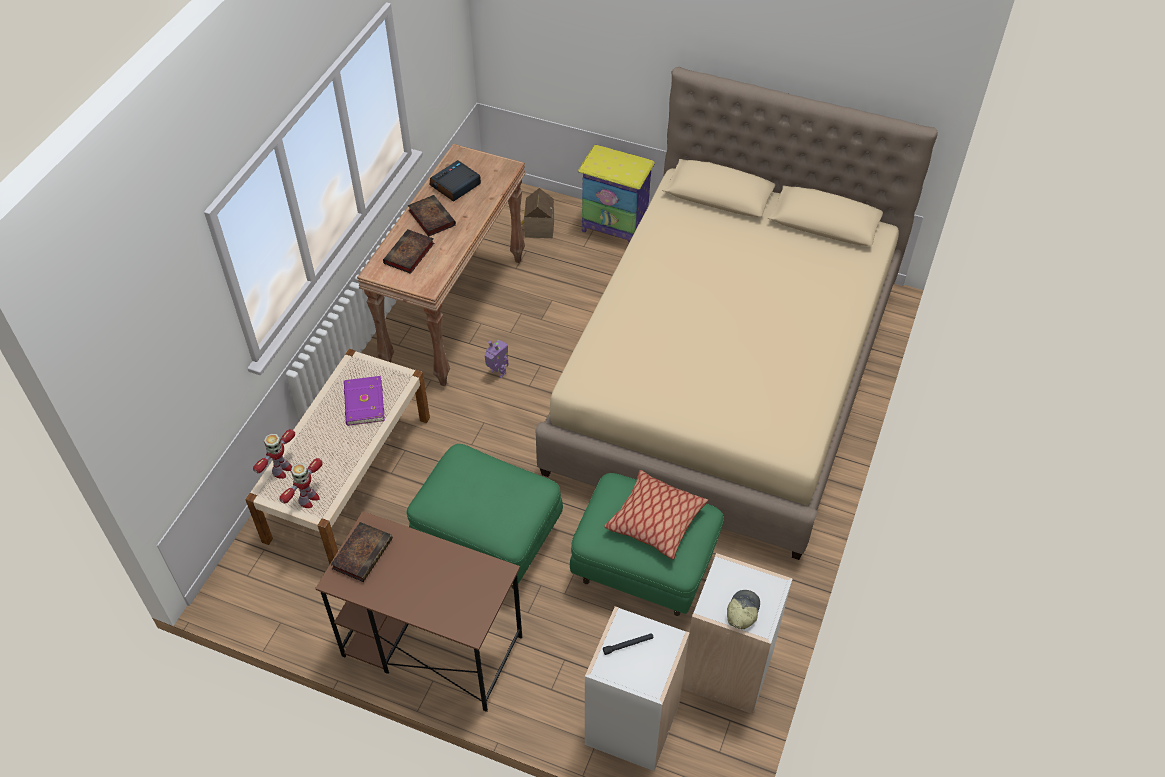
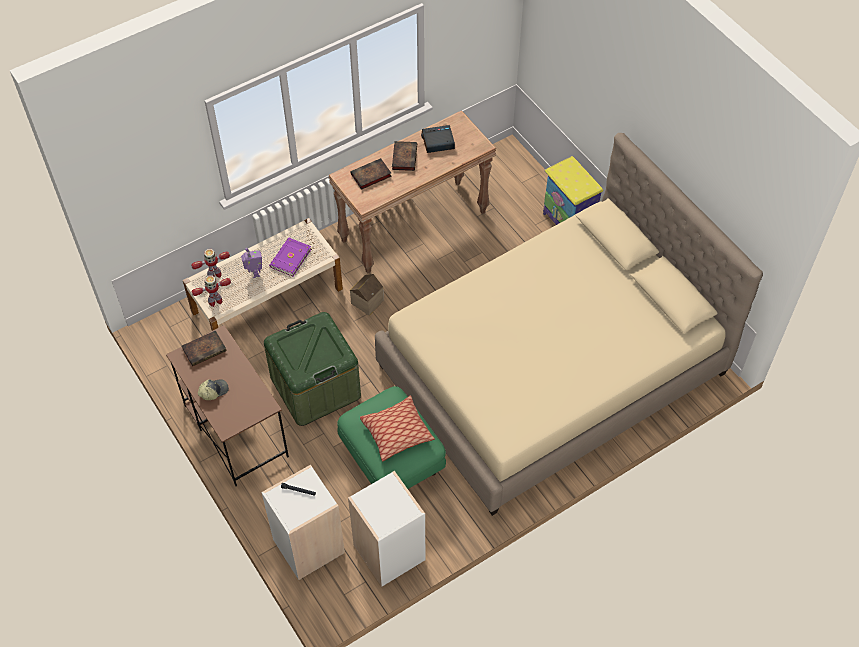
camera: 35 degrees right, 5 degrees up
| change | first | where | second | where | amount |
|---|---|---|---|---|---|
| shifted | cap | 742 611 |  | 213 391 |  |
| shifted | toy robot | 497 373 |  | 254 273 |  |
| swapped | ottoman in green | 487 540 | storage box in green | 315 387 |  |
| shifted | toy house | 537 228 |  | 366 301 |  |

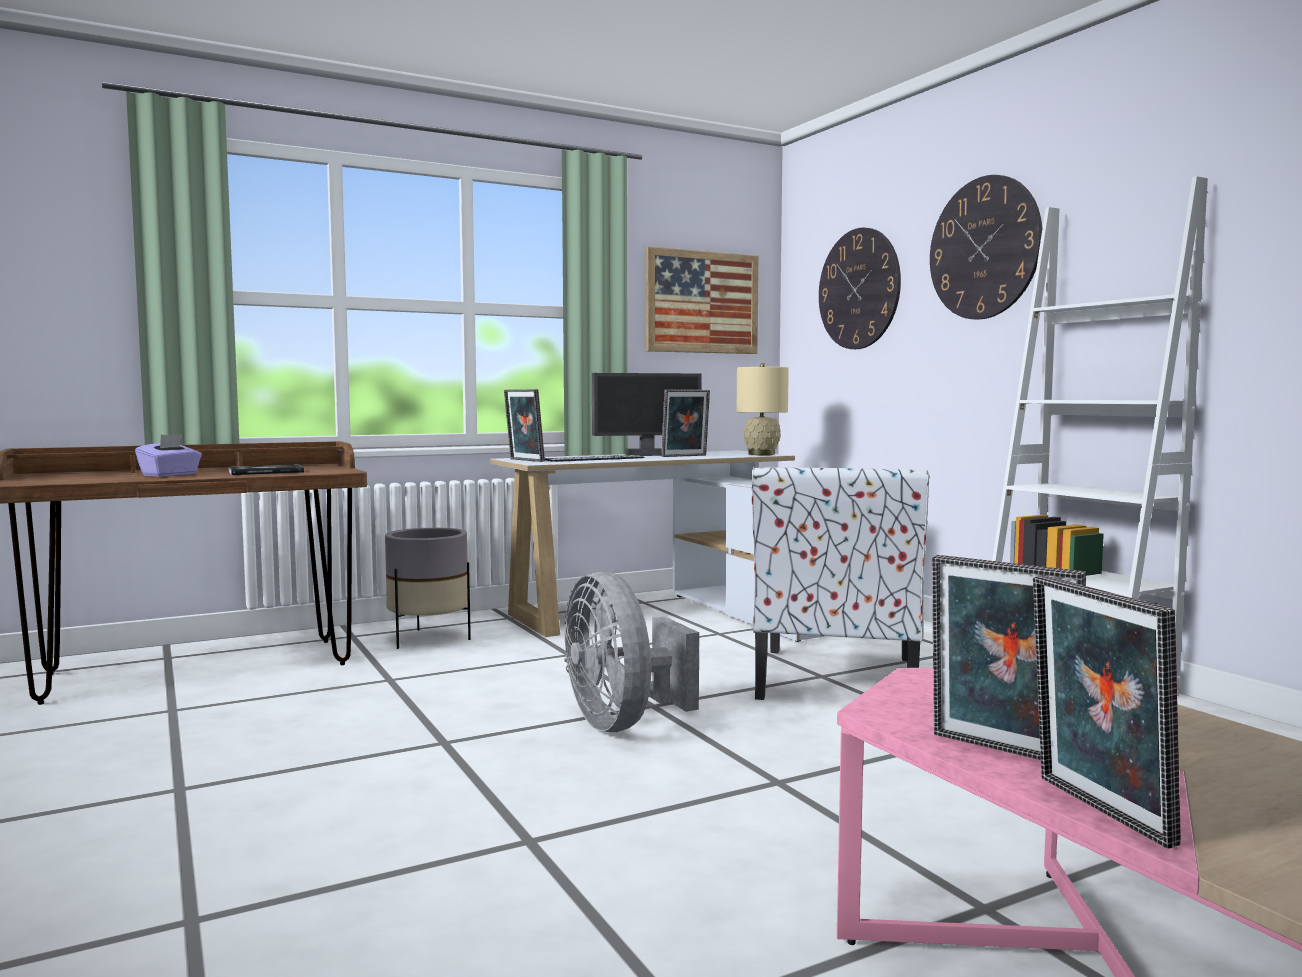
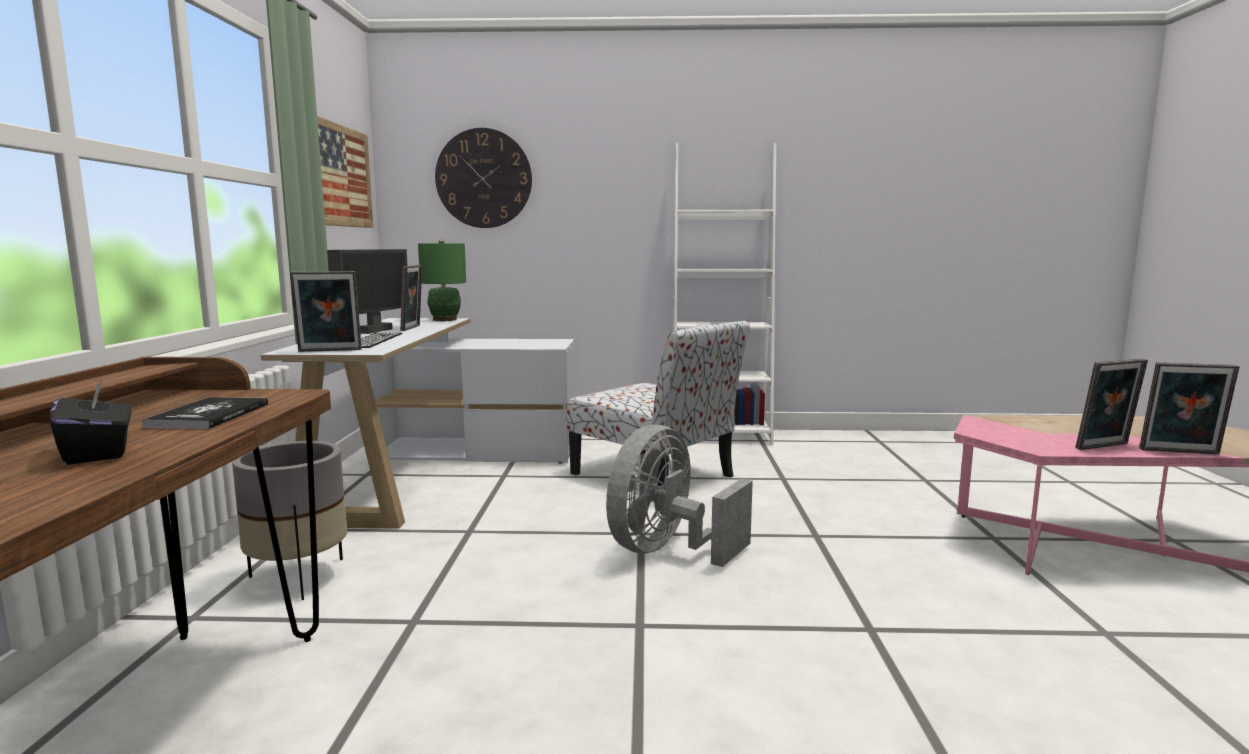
camera: 60 degrees left, 5 degrees up
| change | first | where | second | where | amount |
|---|---|---|---|---|---|
| repainted | tissue box in purple | 170 475 | tissue box in black | 98 452 |  |
| repainted | table lamp in beige | 761 454 | table lamp in green | 445 319 |  |
| rotated | fan in grey | 622 723 |  | 667 551 | 120 degrees clockwise |
| gone | wall clock | 984 248 |  |  |  |

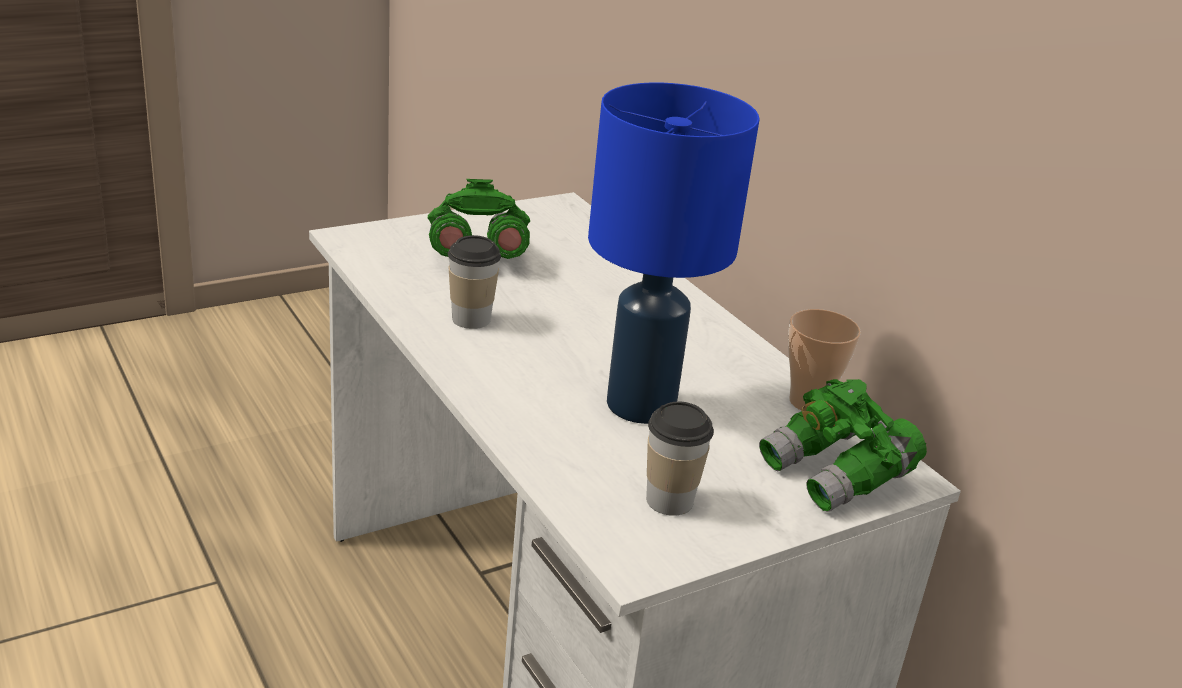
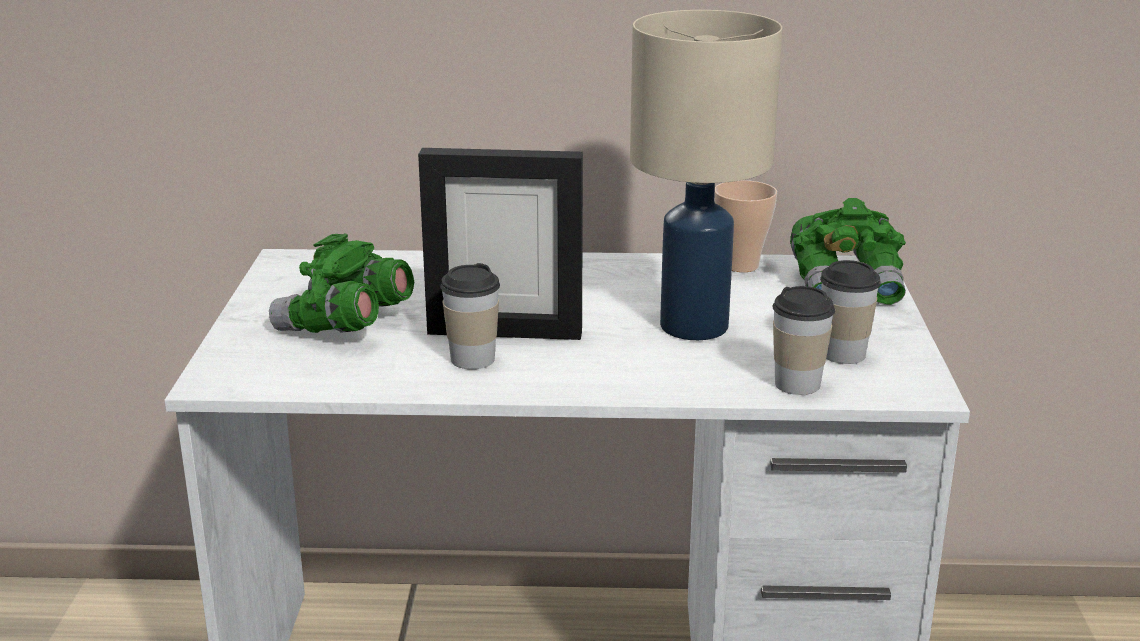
camera: 55 degrees left, 5 degrees down
| change | first | where | second | where | amount |
|---|---|---|---|---|---|
| new |  |  | picture frame | 505 331 |  |
| repainted | table lamp in blue | 642 406 | table lamp in beige | 696 326 |  |
| new |  |  | cup | 797 384 |  |

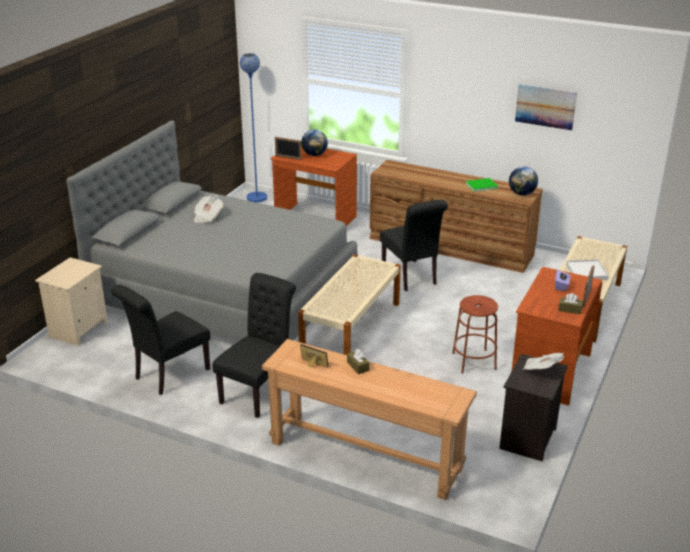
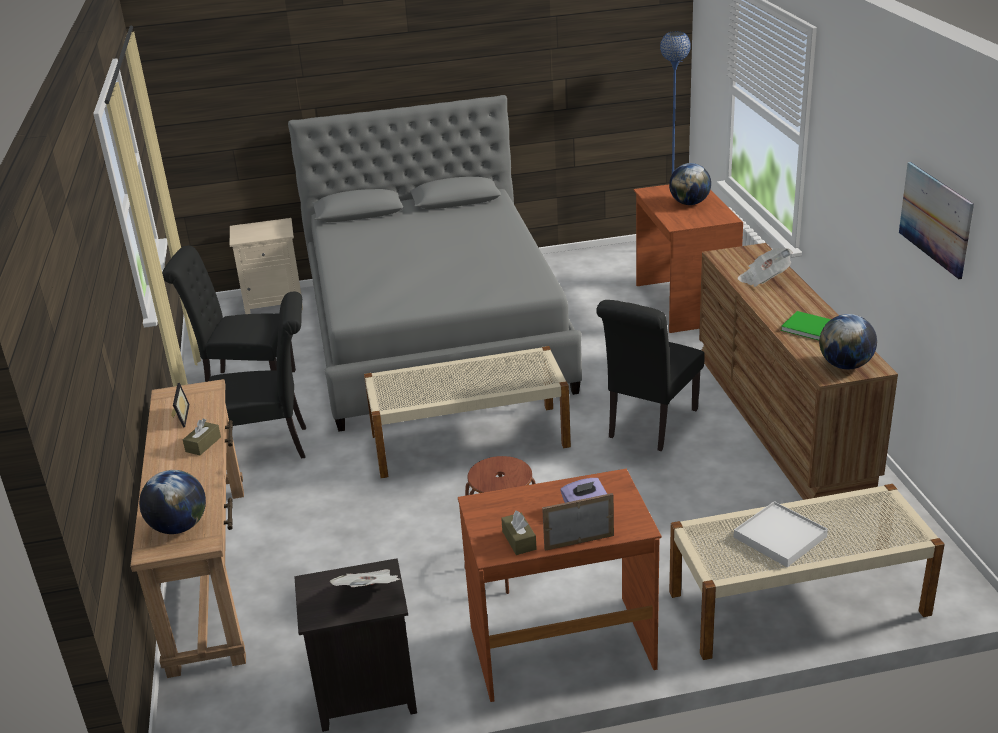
camera: 55 degrees right, 0 degrees up
| change | first | where | second | where | amount |
|---|---|---|---|---|---|
| new |  |  | globe | 179 527 |  |
| shifted | newspaper | 207 217 |  | 764 279 |  |
| gone | picture frame | 288 157 |  |  |  |

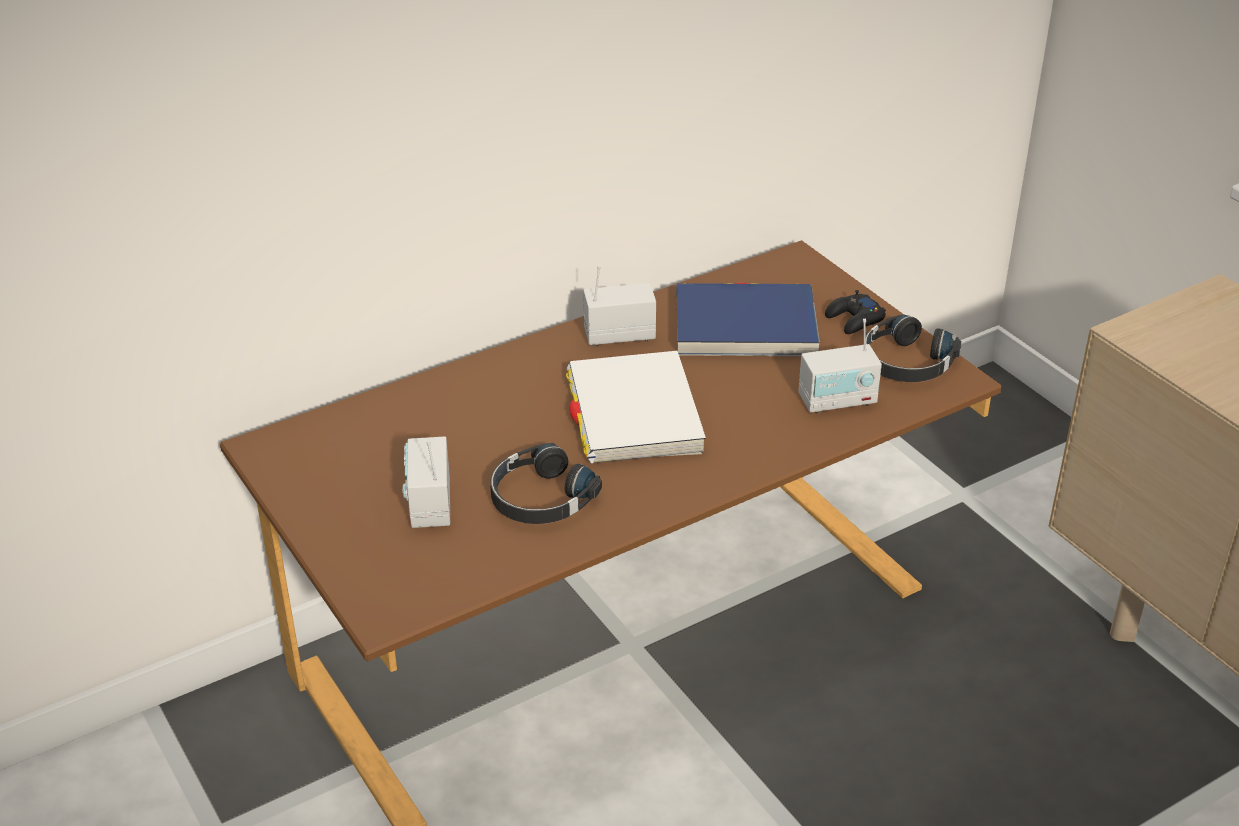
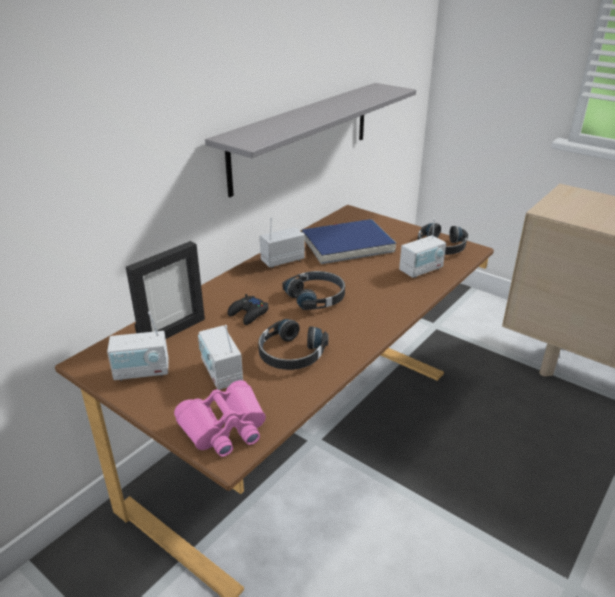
camera: 20 degrees left, 5 degrees down
| change | first | where | second | where | amount |
|---|---|---|---|---|---|
| new |  |  | radio | 142 371 |  |
| new |  |  | picture frame | 172 331 |  |
| new |  |  | binoculars in pink | 224 428 |  |
| new |  |  | shelf in grey | 302 136 |  |
| shifted | game controller in black | 854 320 |  | 248 314 |  |
| swapped | book in white | 634 414 | headphones in black | 316 297 |  |

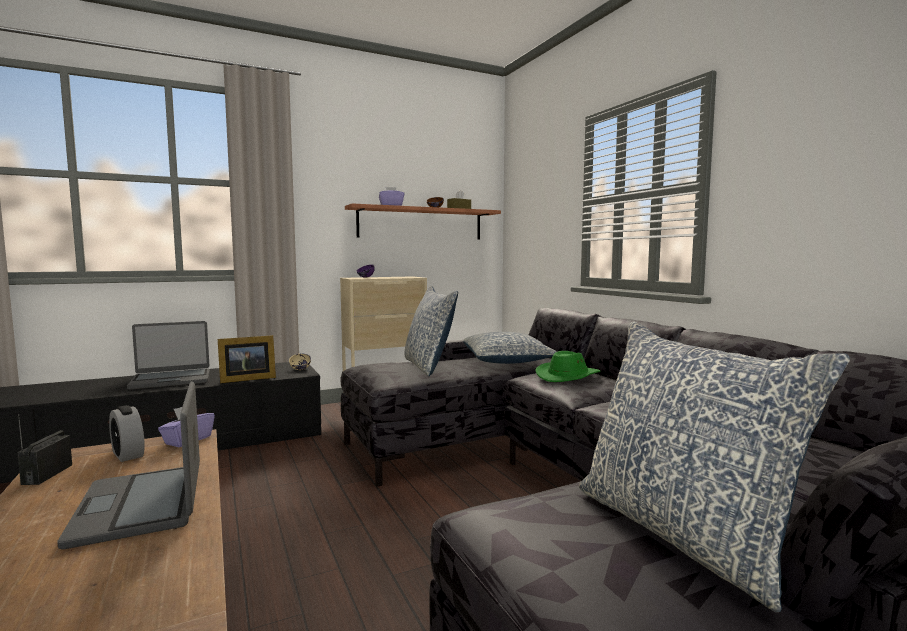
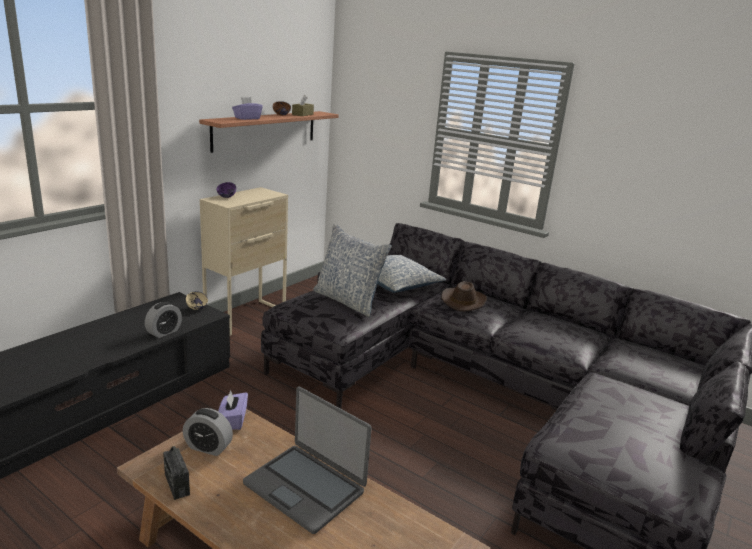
camera: 30 degrees left, 15 degrees up
| change | first | where | second | where | amount |
|---|---|---|---|---|---|
| swapped | picture frame | 246 379 | alarm clock | 164 332 |  |
| repainted | hat in green | 568 376 | hat in brown | 463 301 |  |
| gone | laptop | 171 380 |  |  |  |
| gone | pillow | 681 533 |  |  |  |

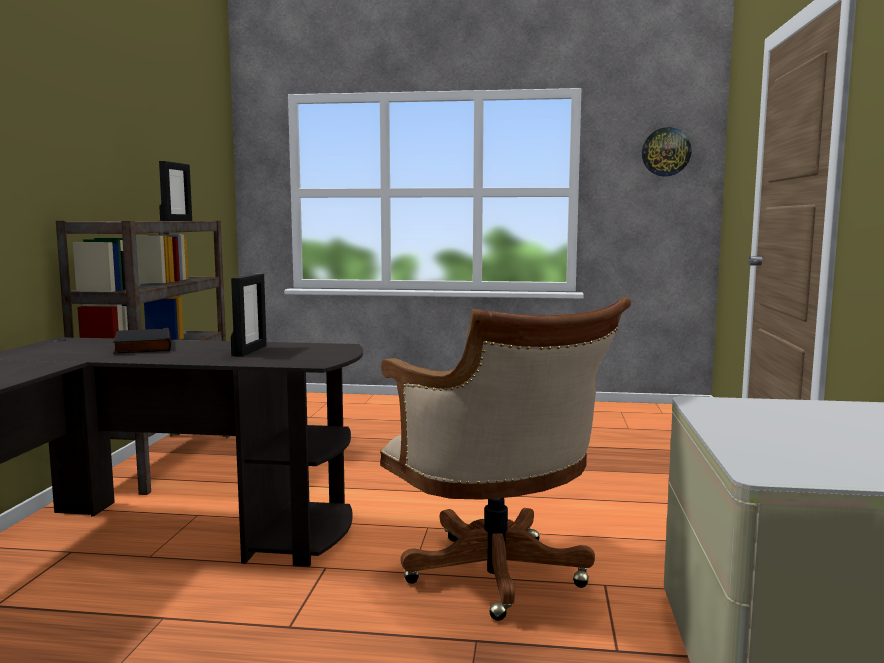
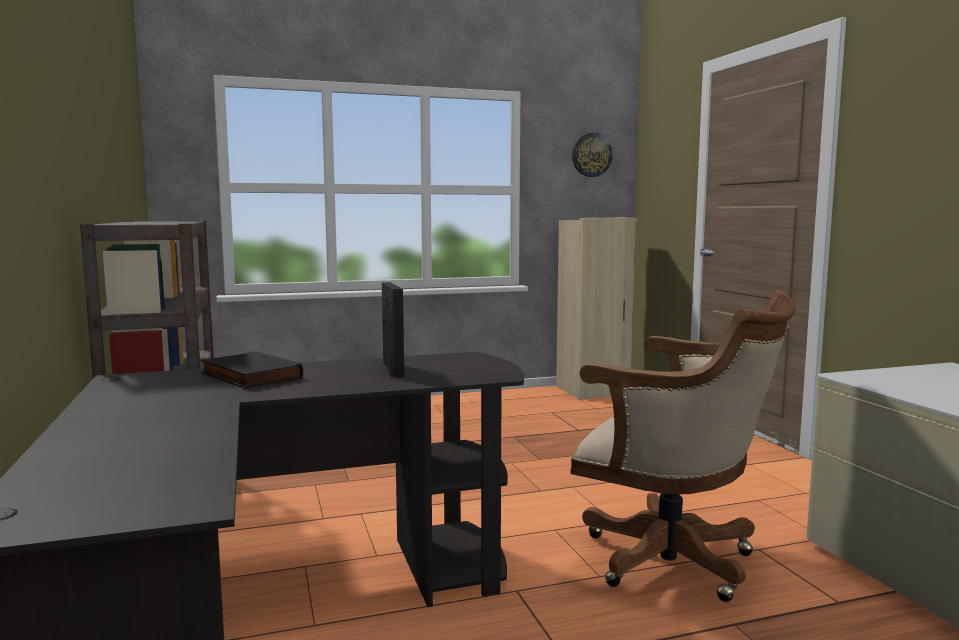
camera: 25 degrees left, 0 degrees up
| change | first | where | second | where | amount |
|---|---|---|---|---|---|
| new |  |  | cabinet in beige | 596 389 |  |
| gone | picture frame | 176 220 |  |  |  |

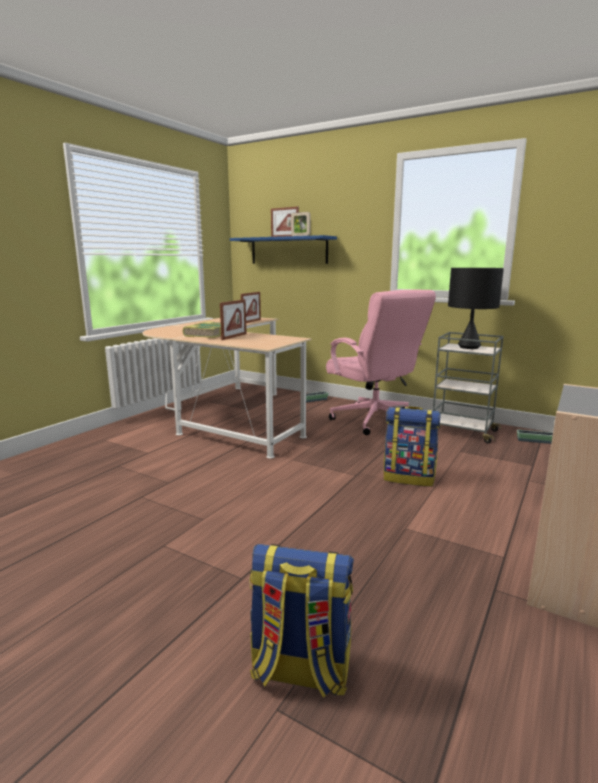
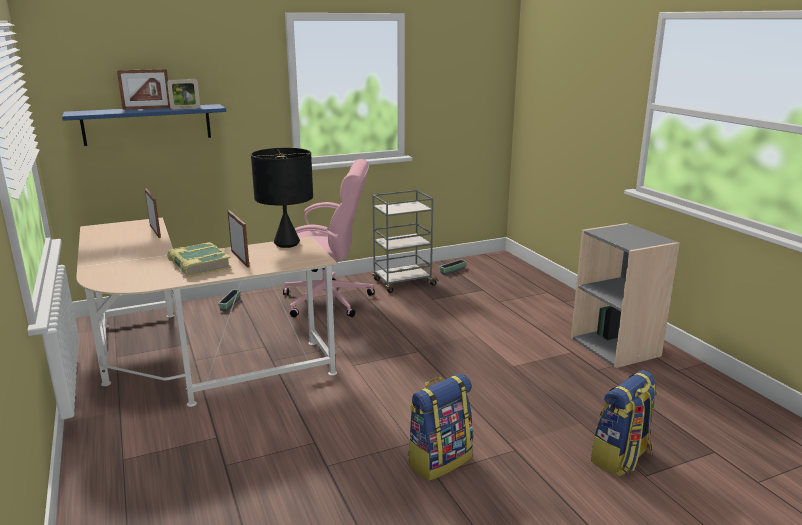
camera: 55 degrees left, 5 degrees up
| change | first | where | second | where | amount |
|---|---|---|---|---|---|
| shifted | table lamp in black | 469 347 |  | 287 244 |  |
| shifted | backpack | 409 477 |  | 439 460 |  |

